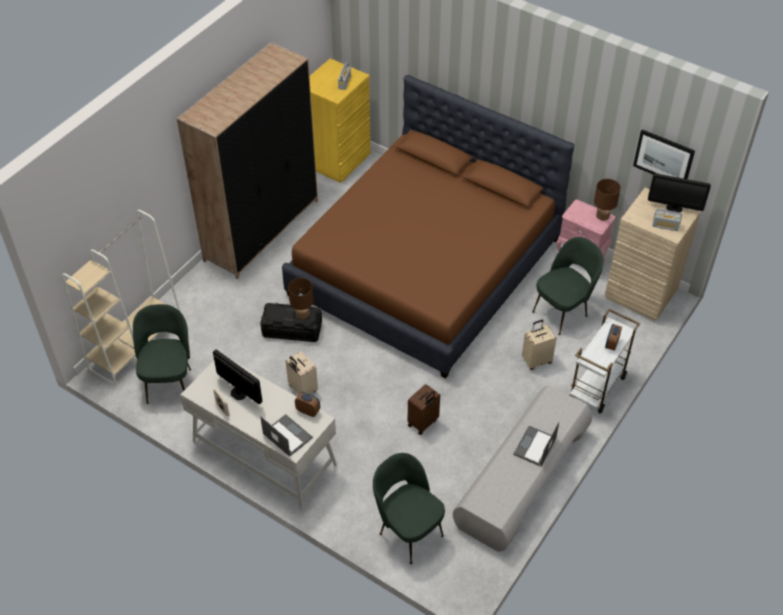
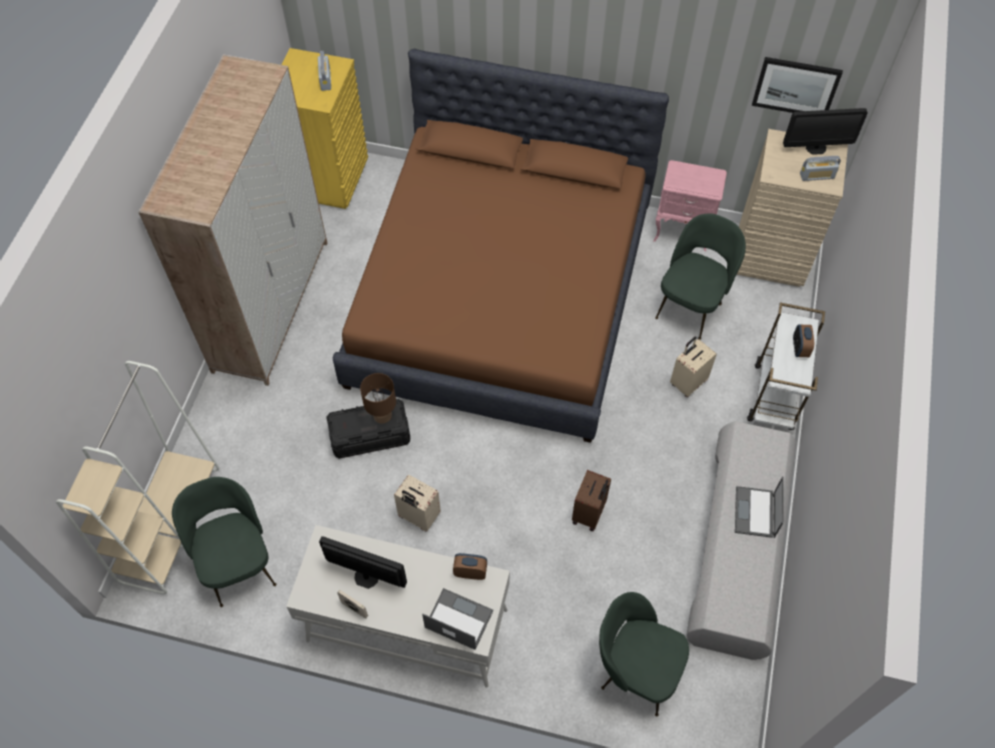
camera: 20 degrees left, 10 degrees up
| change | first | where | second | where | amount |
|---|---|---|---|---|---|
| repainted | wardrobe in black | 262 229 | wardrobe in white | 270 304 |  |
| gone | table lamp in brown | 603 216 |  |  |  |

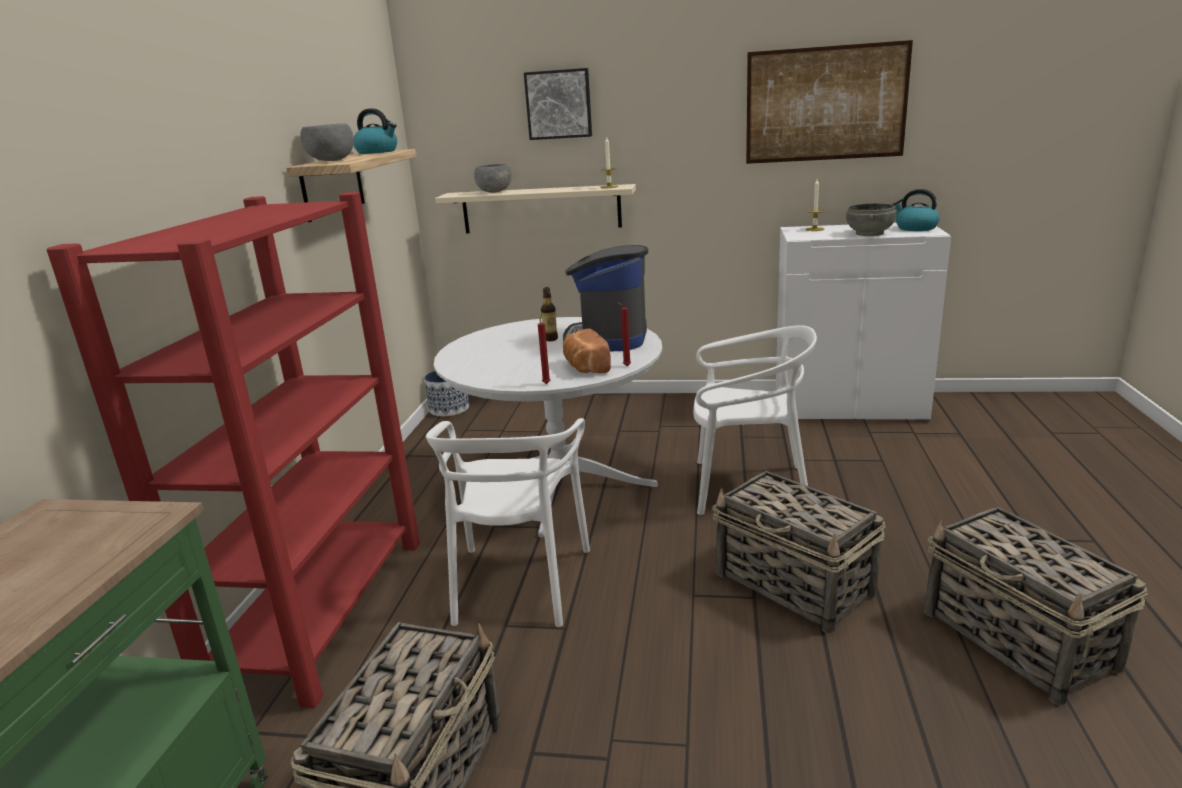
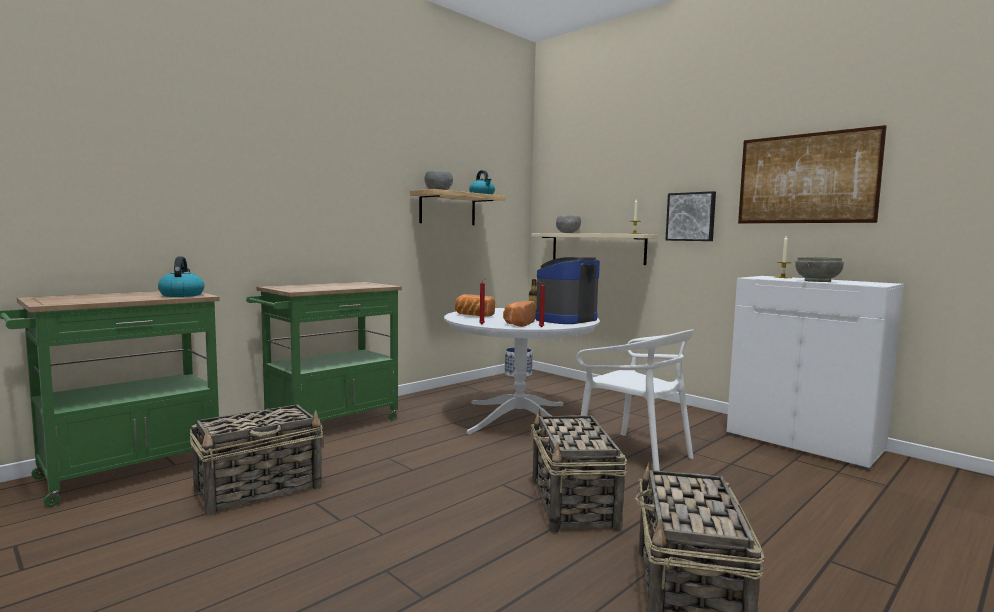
camera: 35 degrees right, 15 degrees down
| change | first | where | second | where | amount |
|---|---|---|---|---|---|
| shifted | kettle | 915 228 |  | 182 295 |  |
| swapped | bookcase in red | 322 611 | cart in green | 328 424 |  |
| new |  |  | bread | 472 316 |  |
| shifted | picture | 559 104 |  | 691 216 |  |
| gone | chair in white | 518 583 |  |  |  |

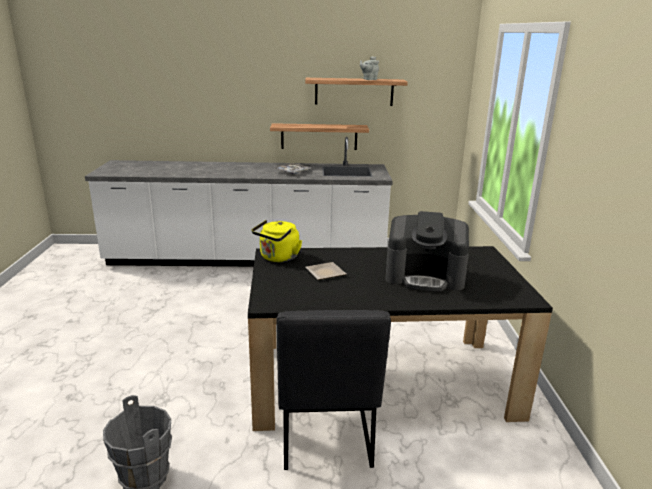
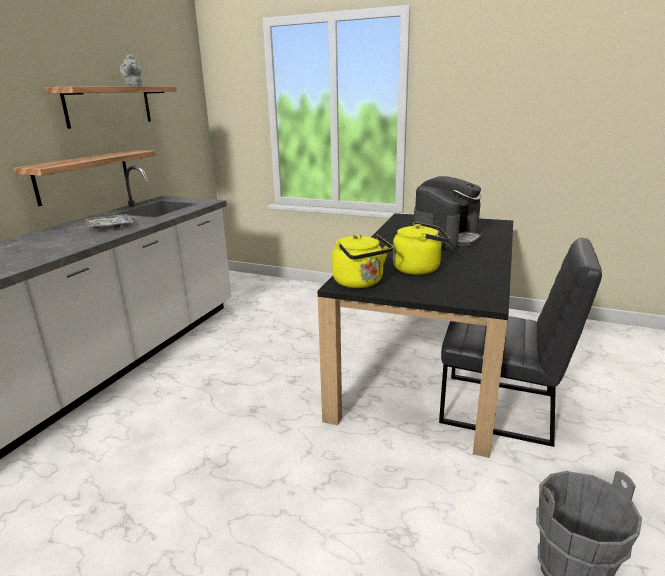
camera: 65 degrees left, 0 degrees up
| change | first | where | second | where | amount |
|---|---|---|---|---|---|
| swapped | plate | 325 273 | kettle in yellow | 419 269 |  |

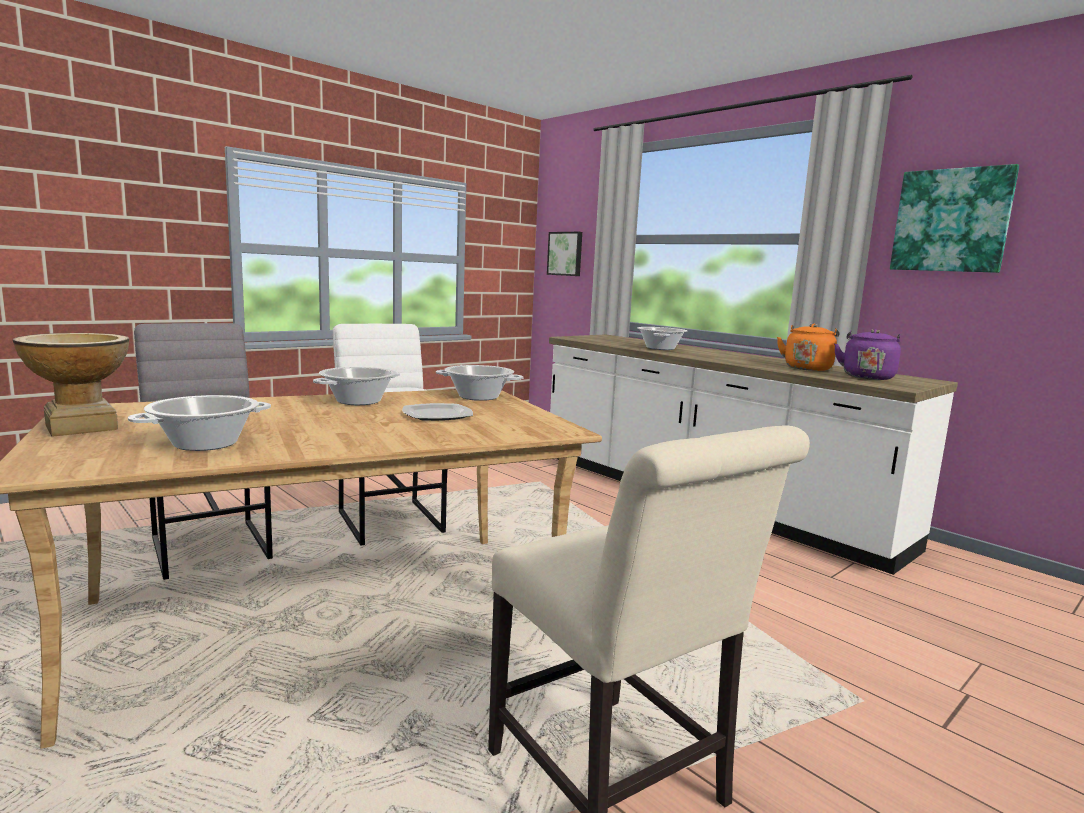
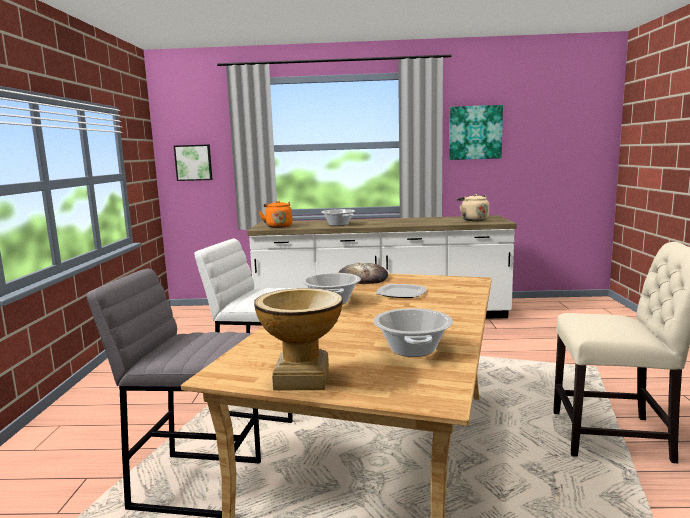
camera: 45 degrees left, 0 degrees up
| change | first | where | second | where | amount |
|---|---|---|---|---|---|
| shifted | kettle in orange | 807 368 |  | 278 226 |  |
| swapped | cooking pot | 478 397 | bread | 362 278 |  |
| repainted | kettle in purple | 867 377 | kettle in beige | 473 220 |  |

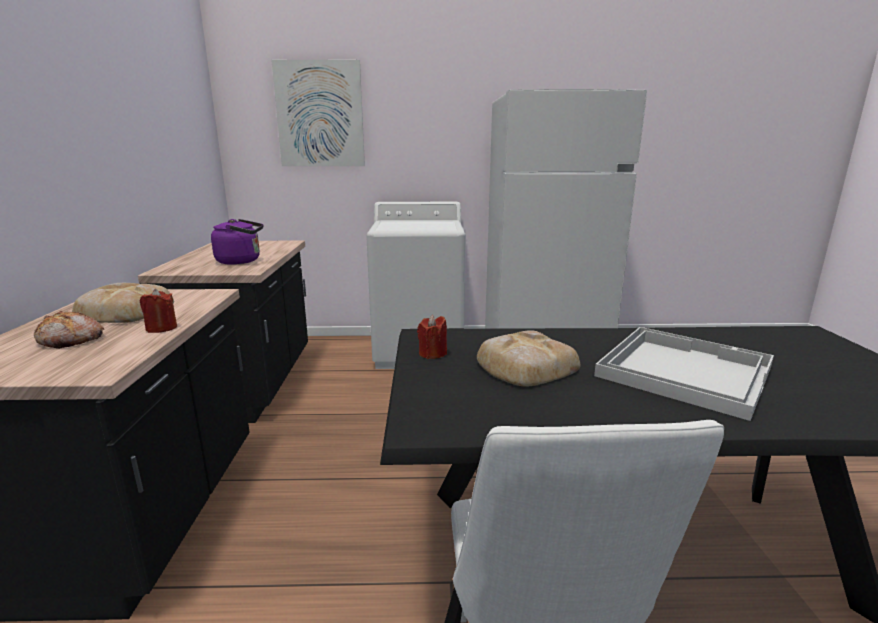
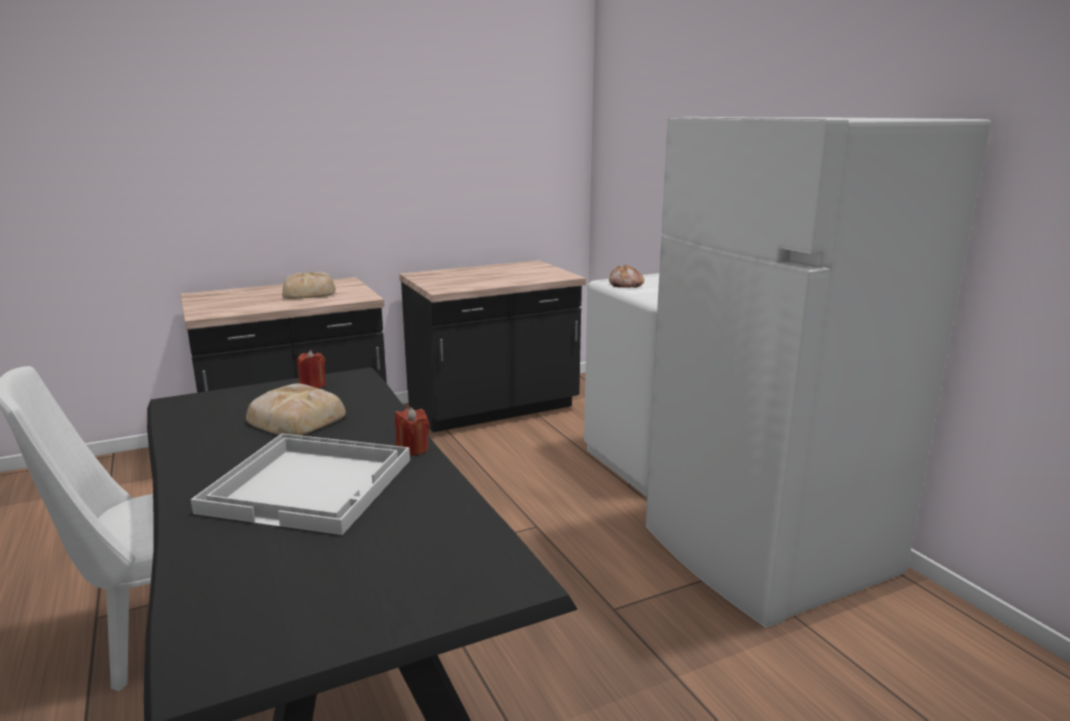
camera: 65 degrees right, 0 degrees up
| change | first | where | second | where | amount |
|---|---|---|---|---|---|
| shifted | candle in red | 161 328 |  | 412 449 |  |
| shifted | bread | 71 340 |  | 625 285 |  |
| gone | kettle in purple | 241 261 |  |  |  |
| gone | picture | 320 114 |  |  |  |

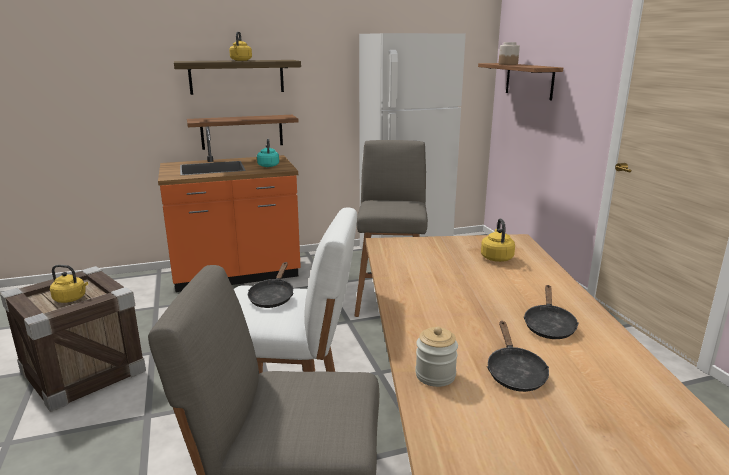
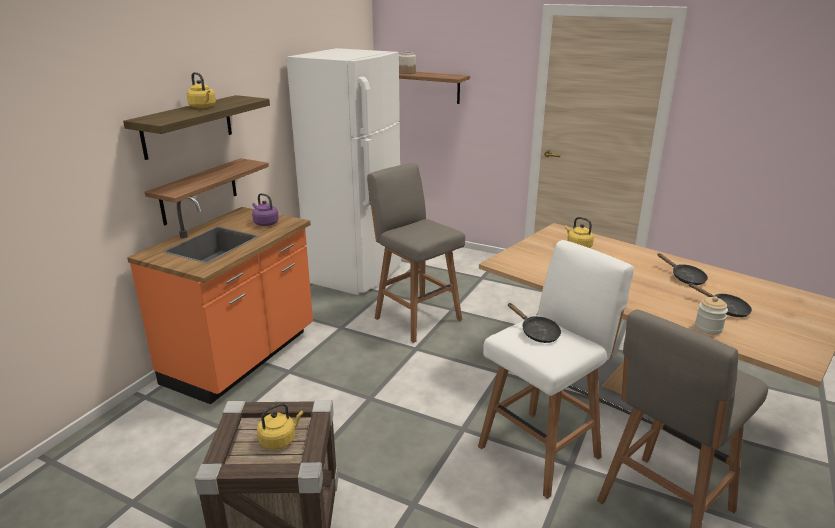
camera: 45 degrees left, 5 degrees up
| change | first | where | second | where | amount |
|---|---|---|---|---|---|
| repainted | kettle in turquoise | 268 165 | kettle in purple | 265 223 |  |

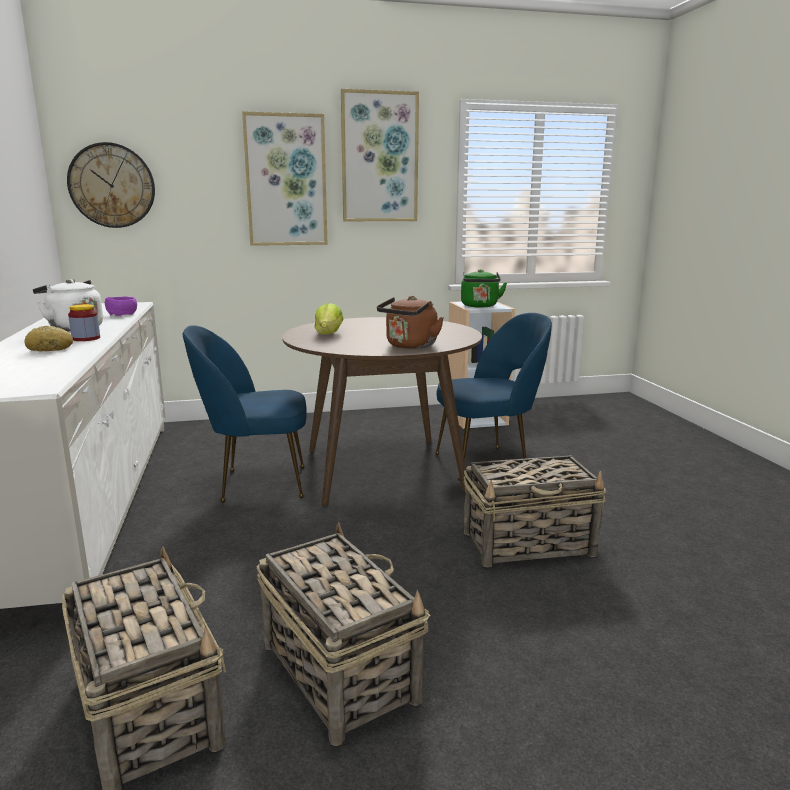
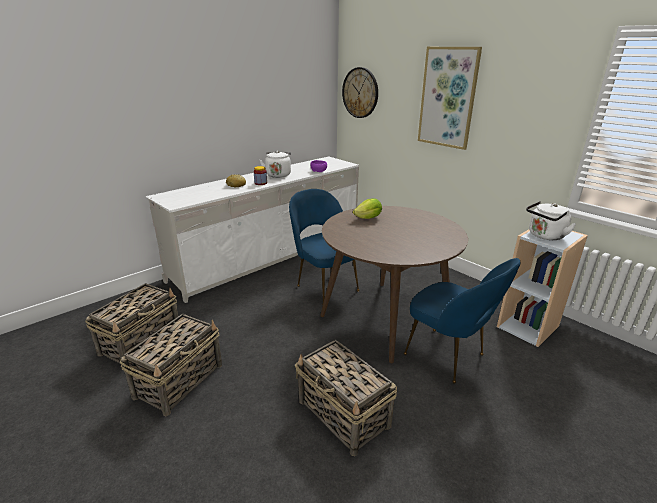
camera: 60 degrees right, 10 degrees up
| change | first | where | second | where | amount |
|---|---|---|---|---|---|
| repainted | kettle in green | 480 306 | kettle in white | 544 236 |  |
| gone | picture | 379 157 |  |  |  |
| gone | kettle in brown | 410 346 |  |  |  |

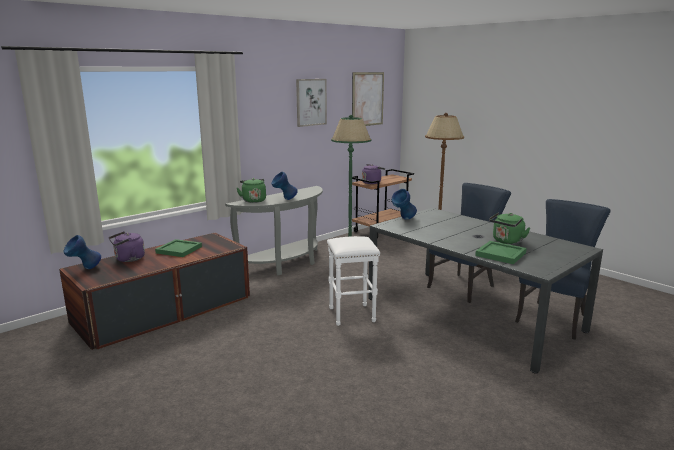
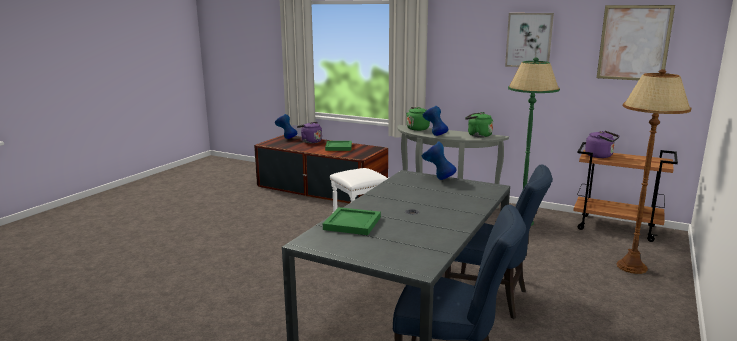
camera: 70 degrees right, 0 degrees up
| change | first | where | second | where | amount |
|---|---|---|---|---|---|
| shifted | kettle in green | 507 241 |  | 477 135 |  |

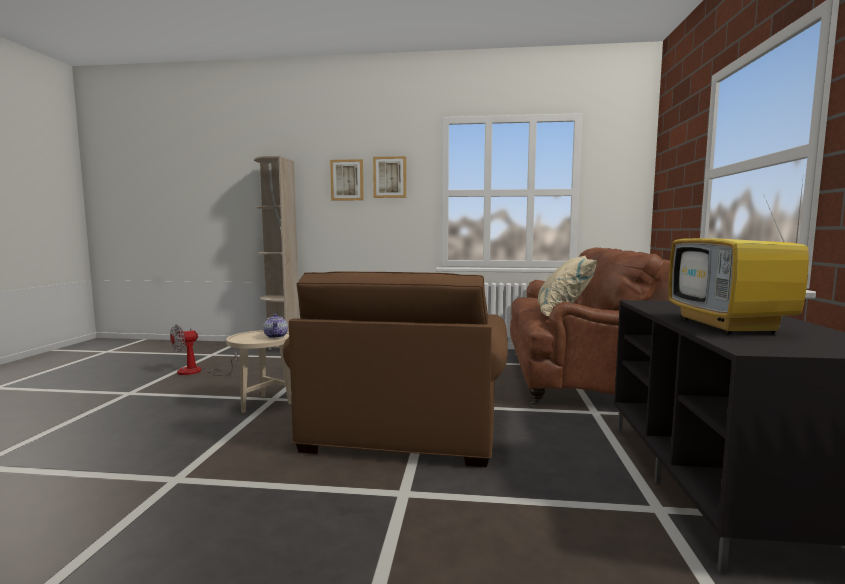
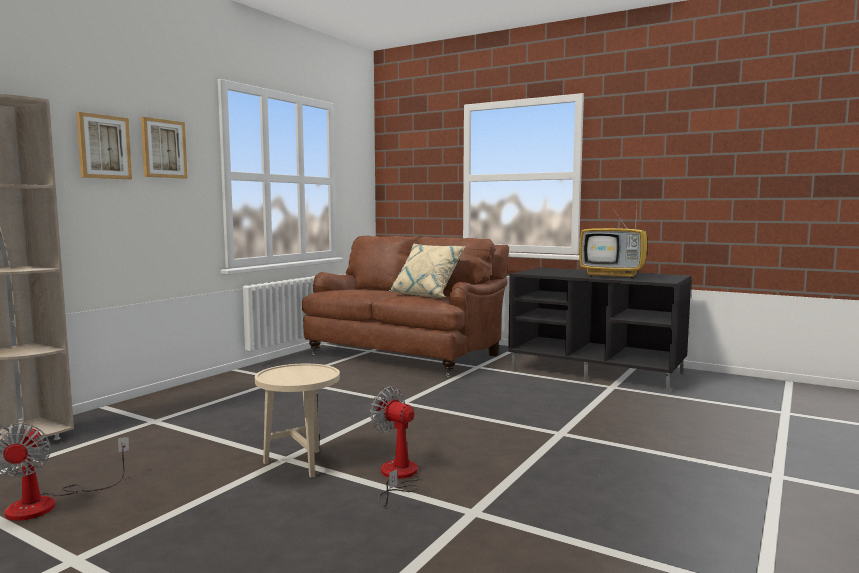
camera: 65 degrees left, 0 degrees up
| change | first | where | second | where | amount |
|---|---|---|---|---|---|
| new |  |  | fan | 397 477 |  |
| gone | teapot | 276 336 |  |  |  |
| gone | armchair in brown | 404 427 |  |  |  |

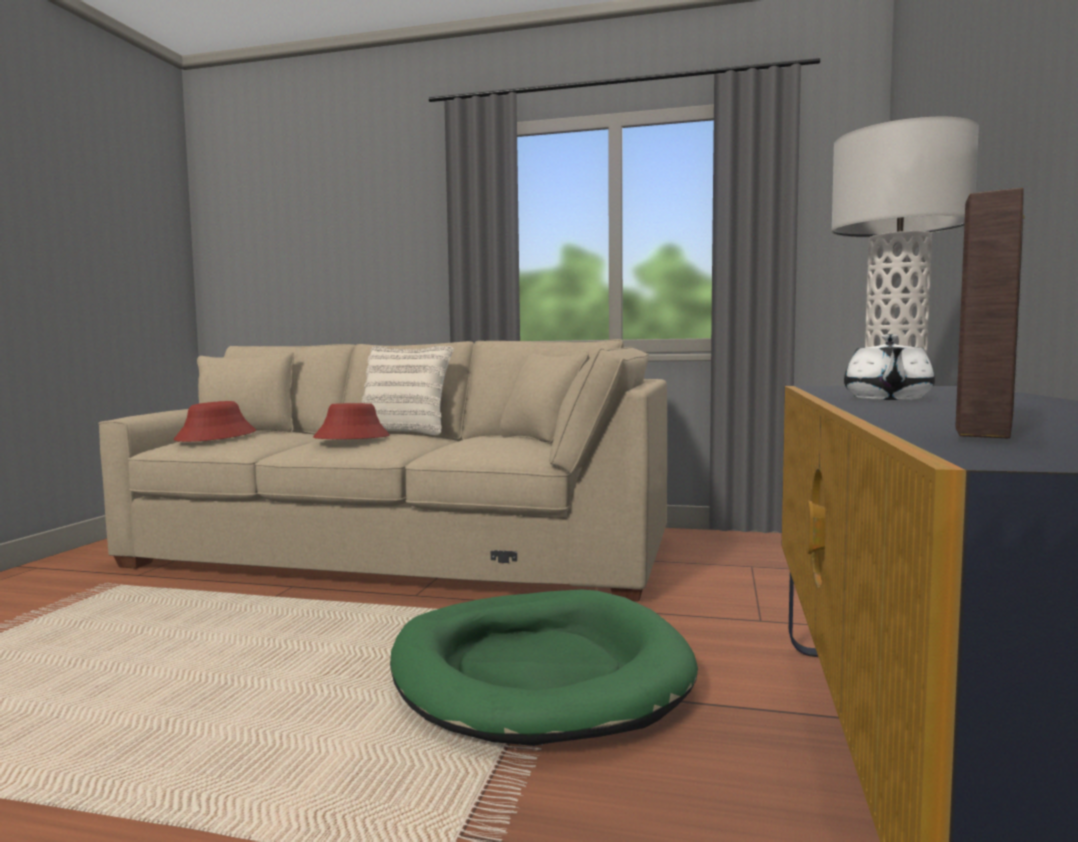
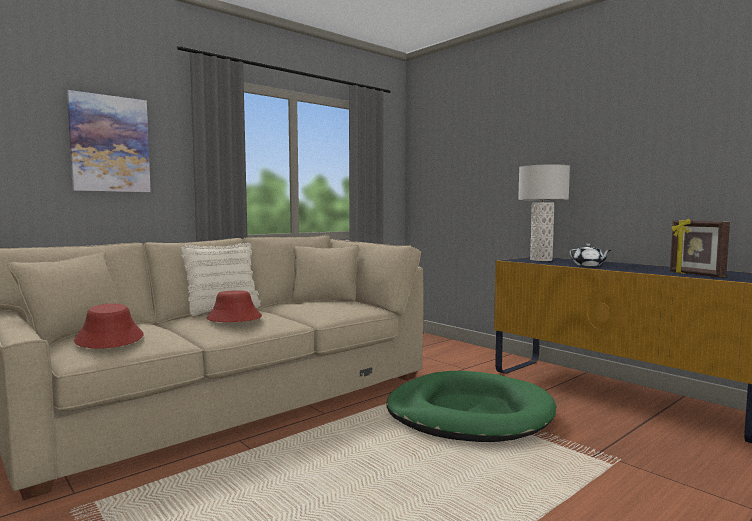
camera: 55 degrees left, 0 degrees up
| change | first | where | second | where | amount |
|---|---|---|---|---|---|
| new |  |  | picture | 110 144 |  |

